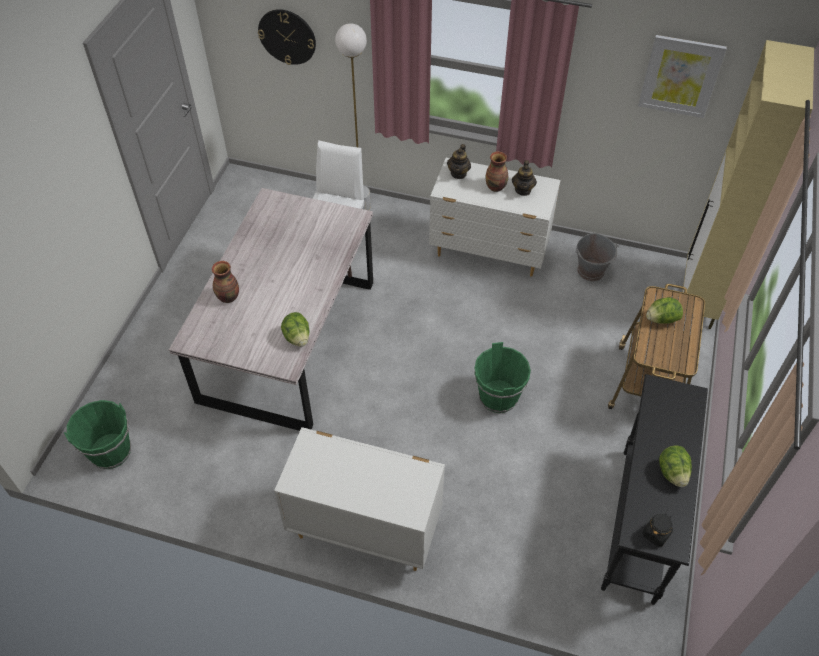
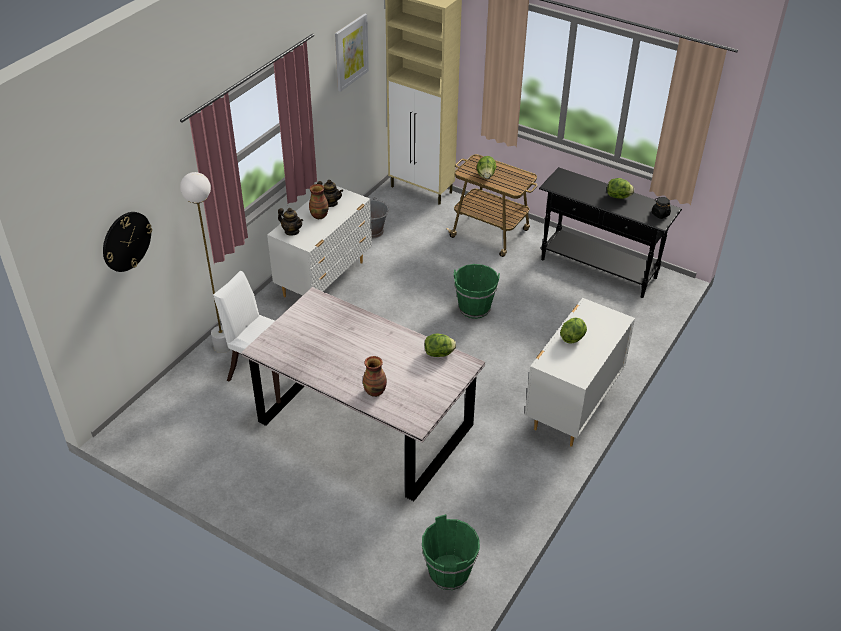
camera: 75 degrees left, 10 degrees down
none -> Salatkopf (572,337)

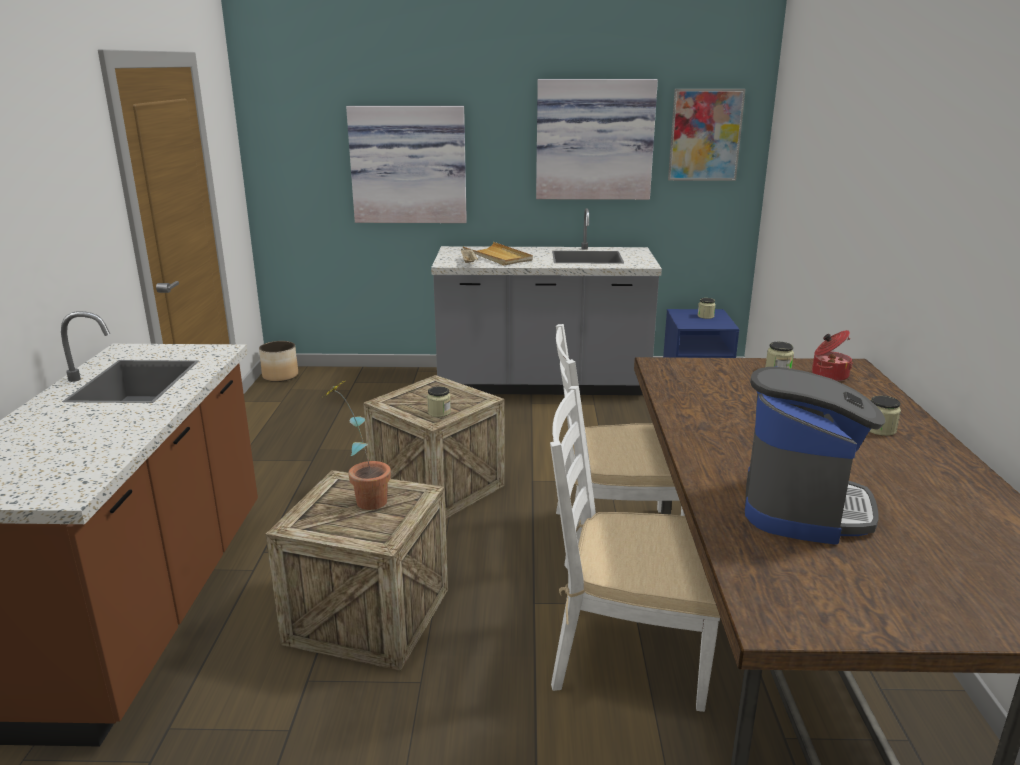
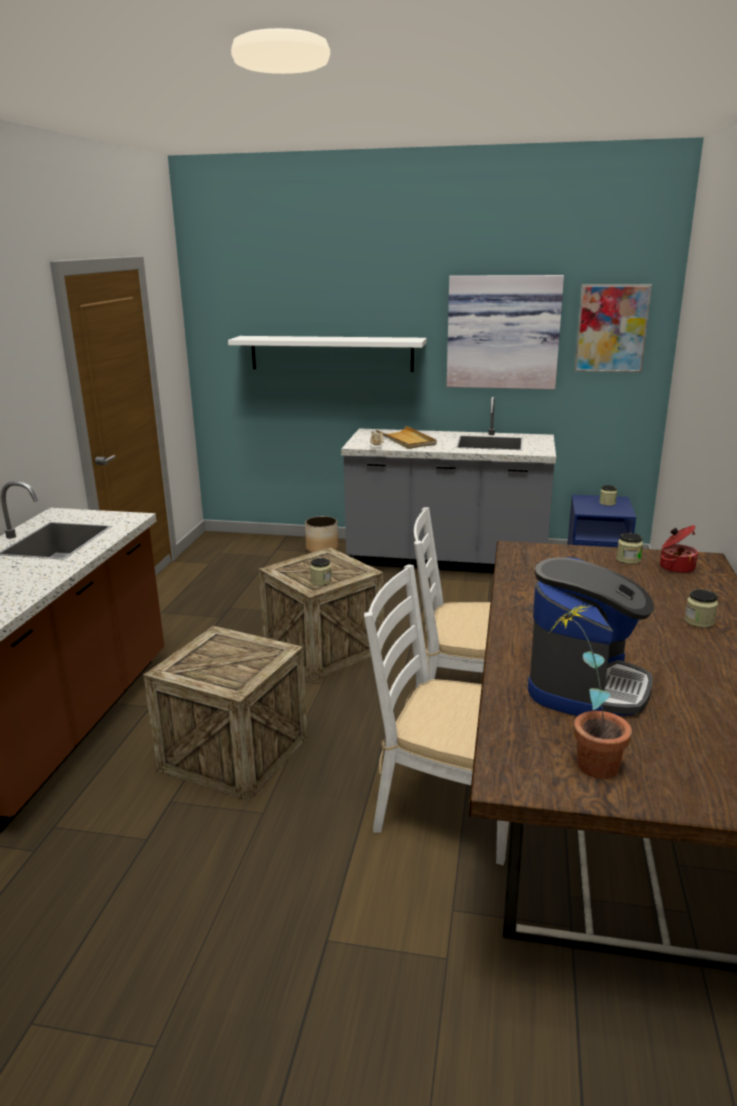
camera: 10 degrees right, 0 degrees up
Pflanzkübel (280,376) -> Pflanzkübel (322,549), moved
Topfpflanze (363,500) -> Topfpflanze (584,761), moved
Bild (409,164) -> Wandregal (weiß) (331,353)

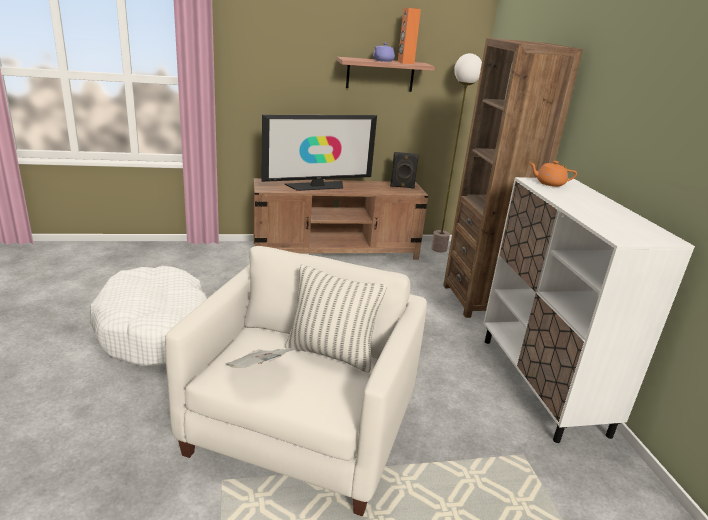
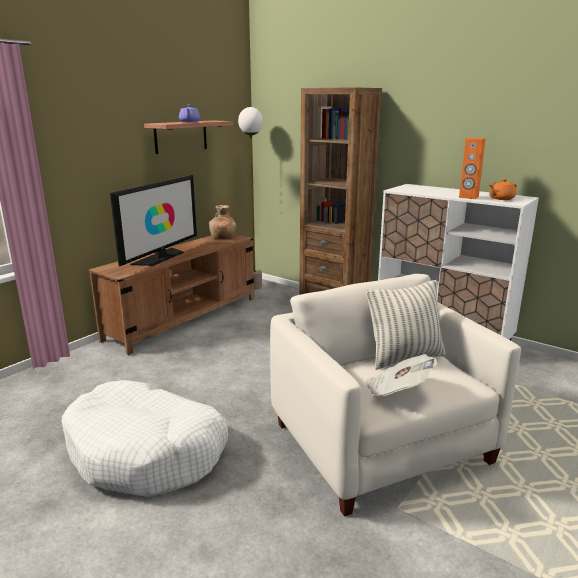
camera: 40 degrees left, 5 degrees down
Lautsprecher (schwarz) (402,187) -> Vase (braun) (223,238)
Lautsprecher (orange) (405,63) -> Lautsprecher (orange) (468,197), moved
Teekanne (orange) (549,183) -> Teekanne (orange) (501,199), moved

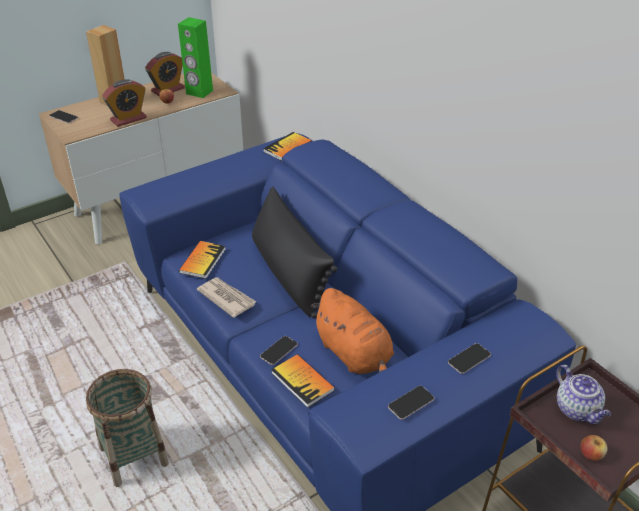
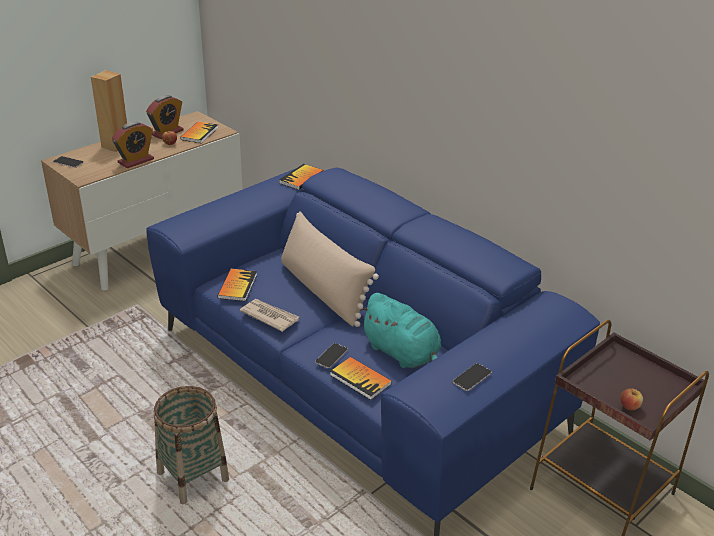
camera: 10 degrees left, 5 degrees down
Lautsprecher (grün) (199,92) -> Buch (199,133)
Kissen (schwarz) (289,273) -> Kissen (beige) (323,291)
Plüschtier (orange) (355,355) -> Plüschtier (türkis) (402,354)
Handy (469,359) -> none
Teekanne (578,410) -> none

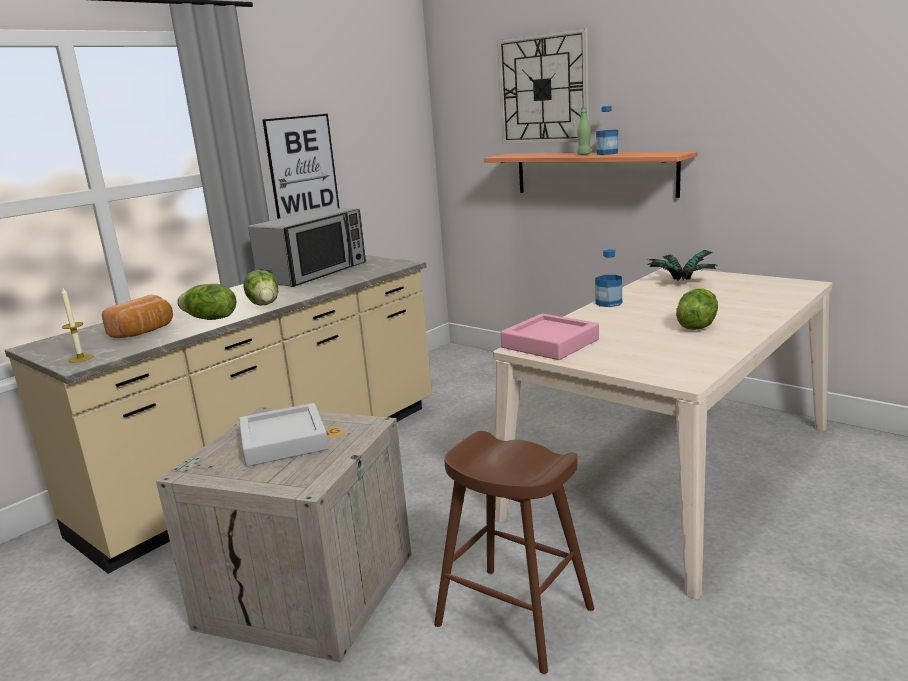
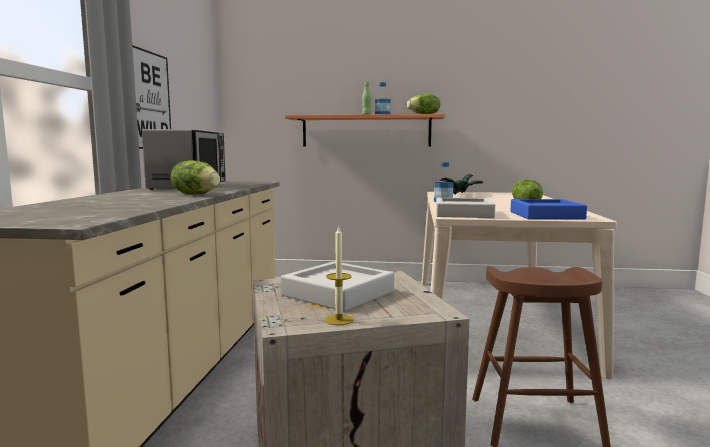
camera: 35 degrees left, 10 degrees down
Kerze (81,358) -> Kerze (339,320), moved
Brot (145,332) -> none
Salatkopf (210,319) -> Salatkopf (424,114), moved
Wanduhr (543,89) -> none
Tablett (rosa) (550,343) -> Tablett (grau) (463,214)
none -> Tablett (blau) (546,215)

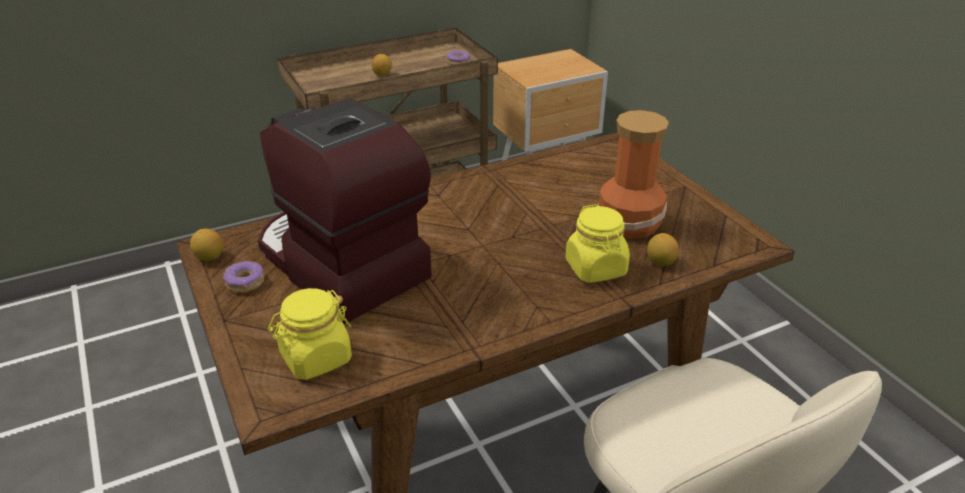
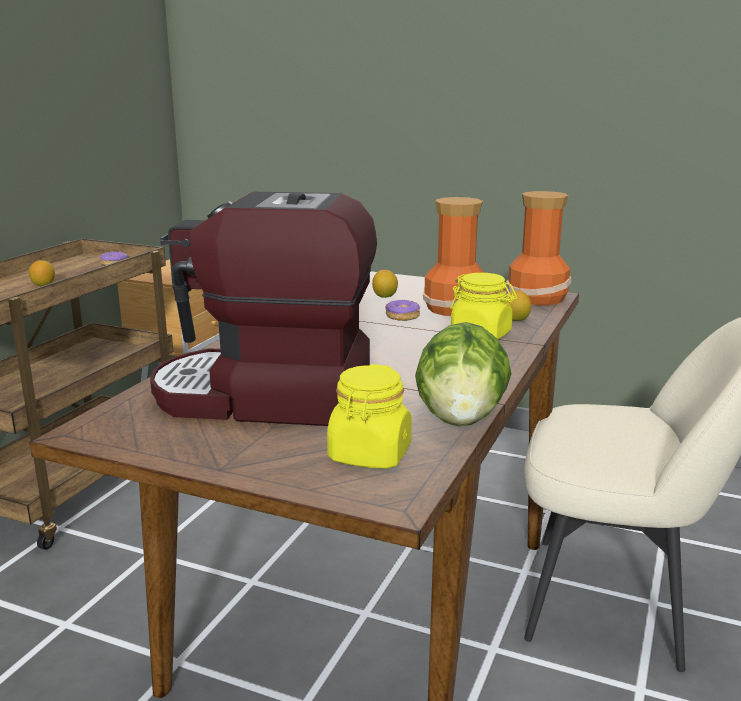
camera: 40 degrees left, 15 degrees down
Zitrone (209,257) -> Zitrone (385,296), moved
Donut (245,283) -> Donut (403,316), moved
none -> Salatkopf (461,418)
none -> Vase (538,298)

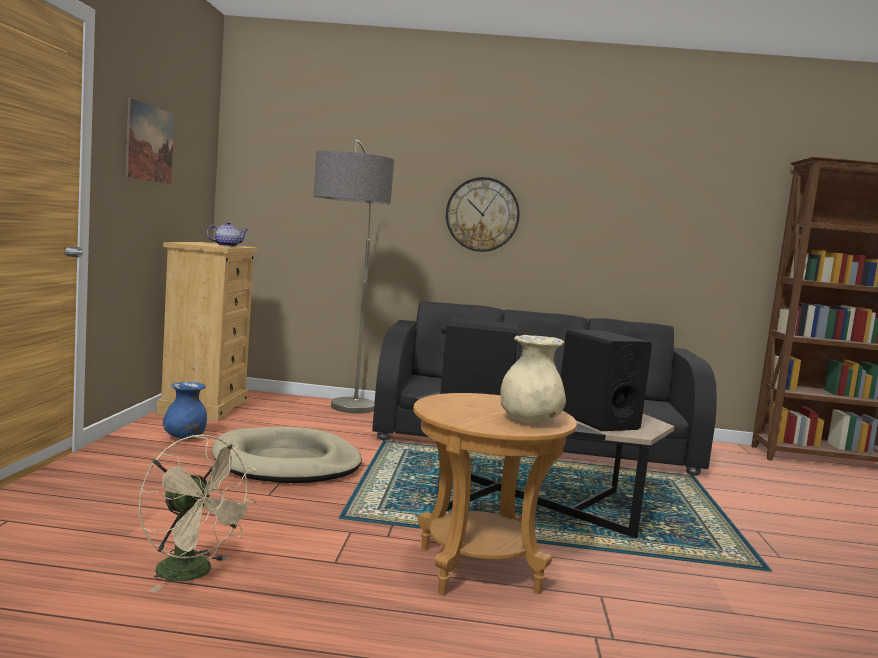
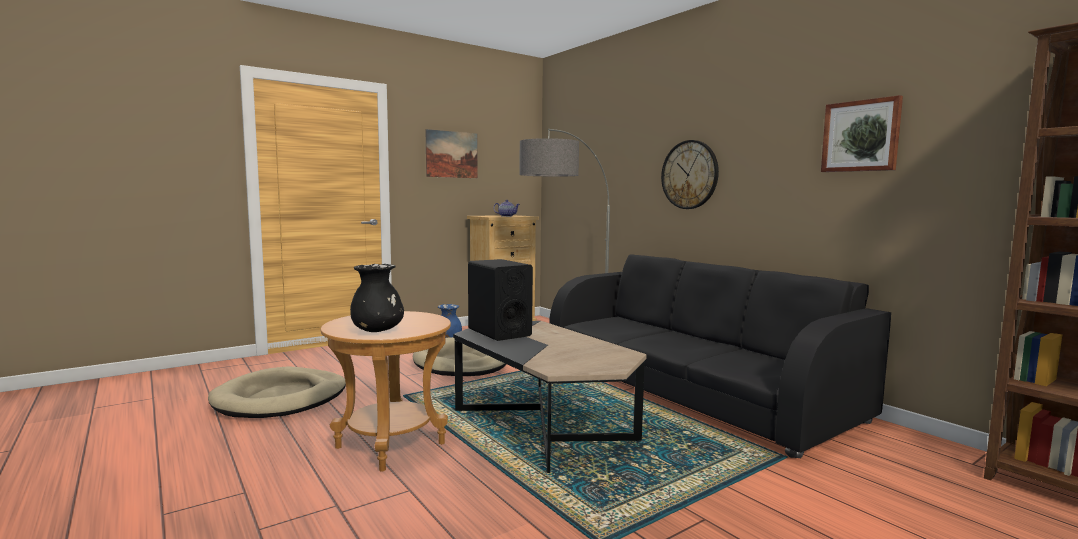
camera: 50 degrees right, 0 degrees up
Ventilator (beige) (193,574) -> Hundebett (beige) (281,398)
Vase (beige) (529,421) -> Vase (schwarz) (377,331)
Lautsprecher (schwarz) (596,420) -> none
none -> Bild (861,136)

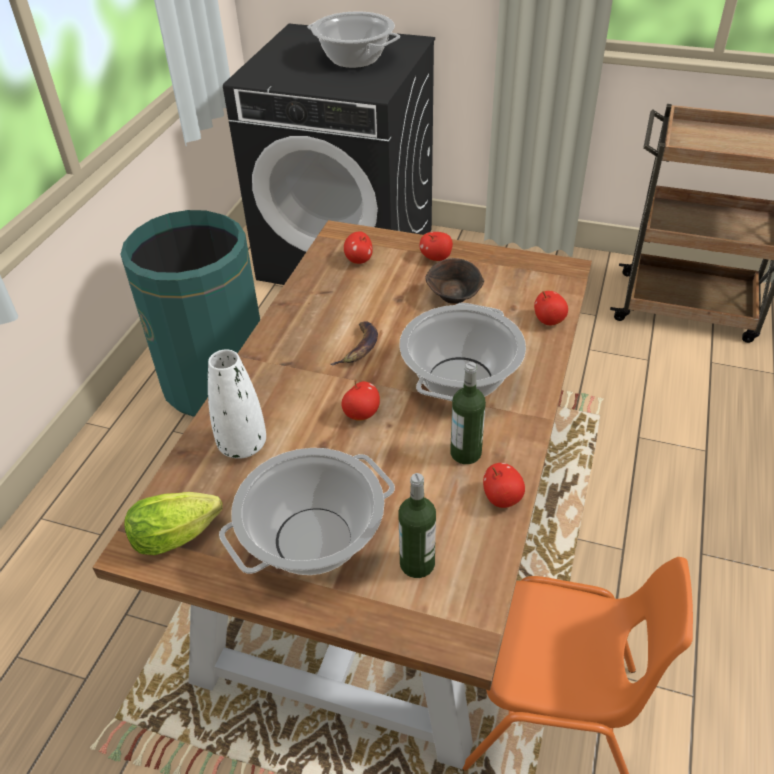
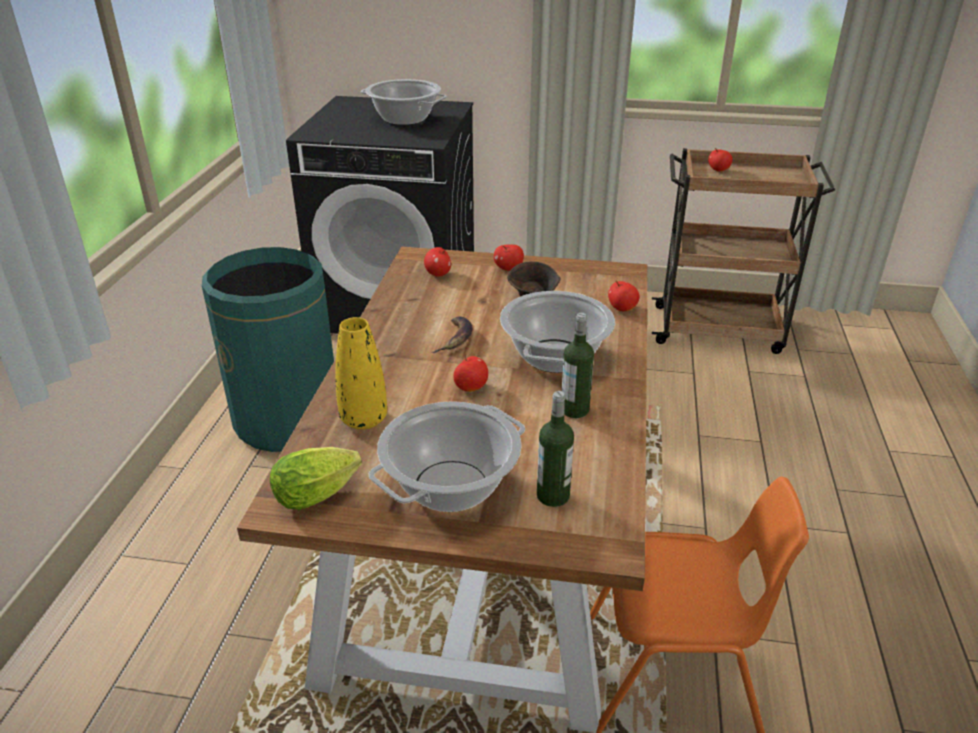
camera: 10 degrees left, 10 degrees down
Vase (weiß) (242,445) -> Vase (gelb) (364,420)
Apfel (502,498) -> Apfel (718,170), moved

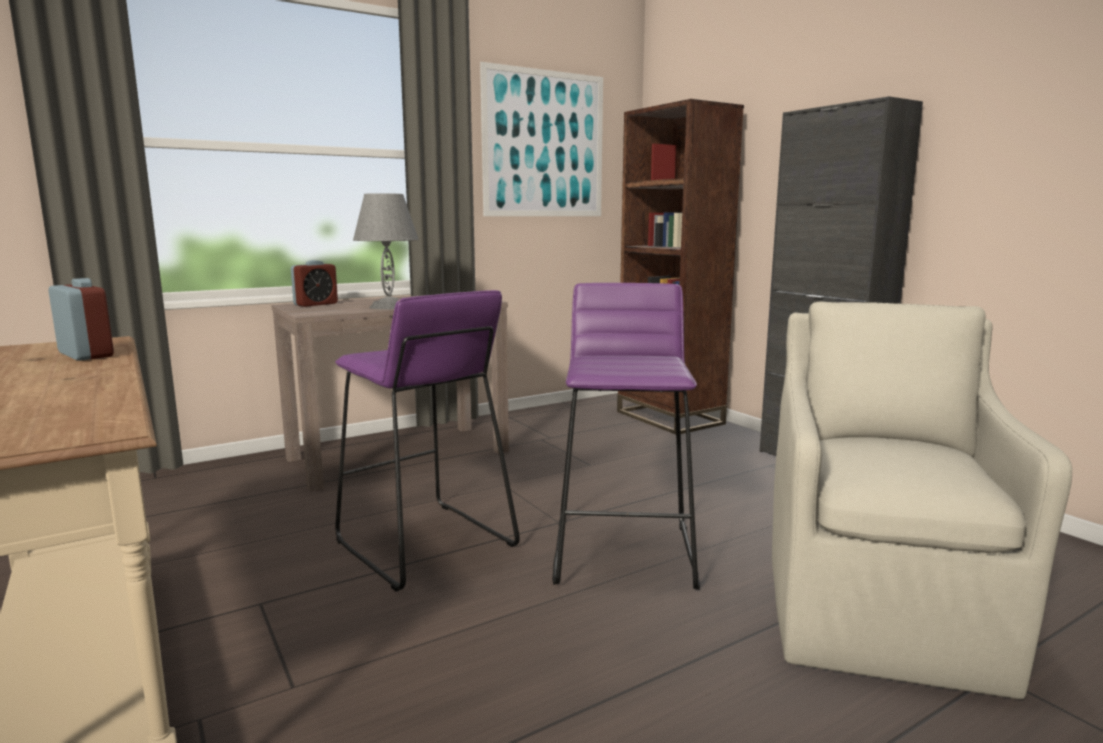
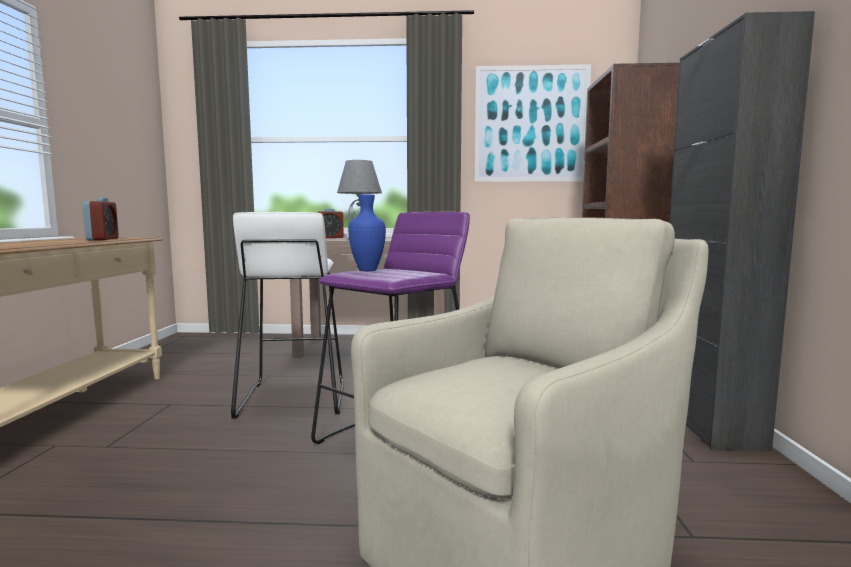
camera: 35 degrees right, 5 degrees down
Hocker (lila) (424,544) -> Hocker (weiß) (292,399)
none -> Vase (blau) (366,270)

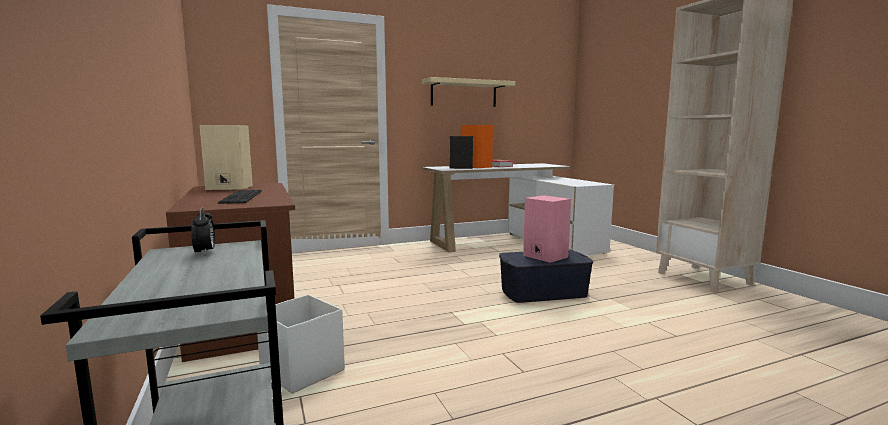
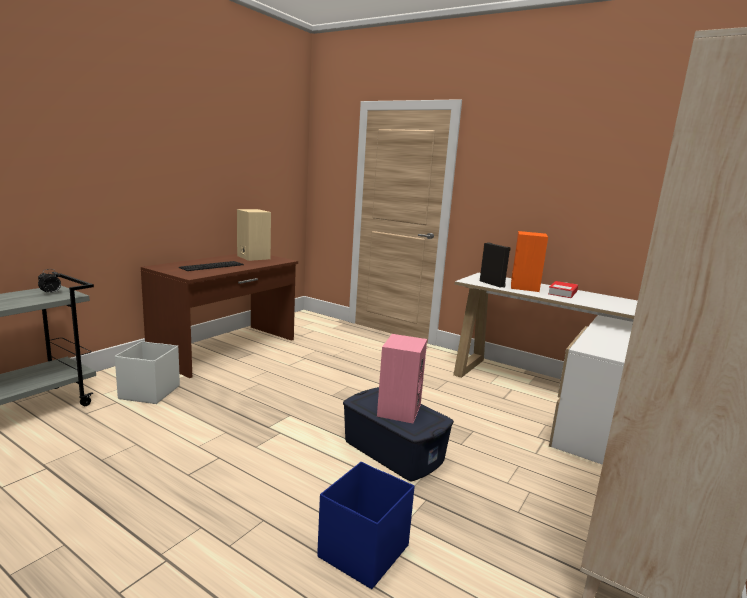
camera: 55 degrees right, 5 degrees up
Wandregal (beige) (464,94) -> none
none -> Aufbewahrungsbox (blau) (362,552)

